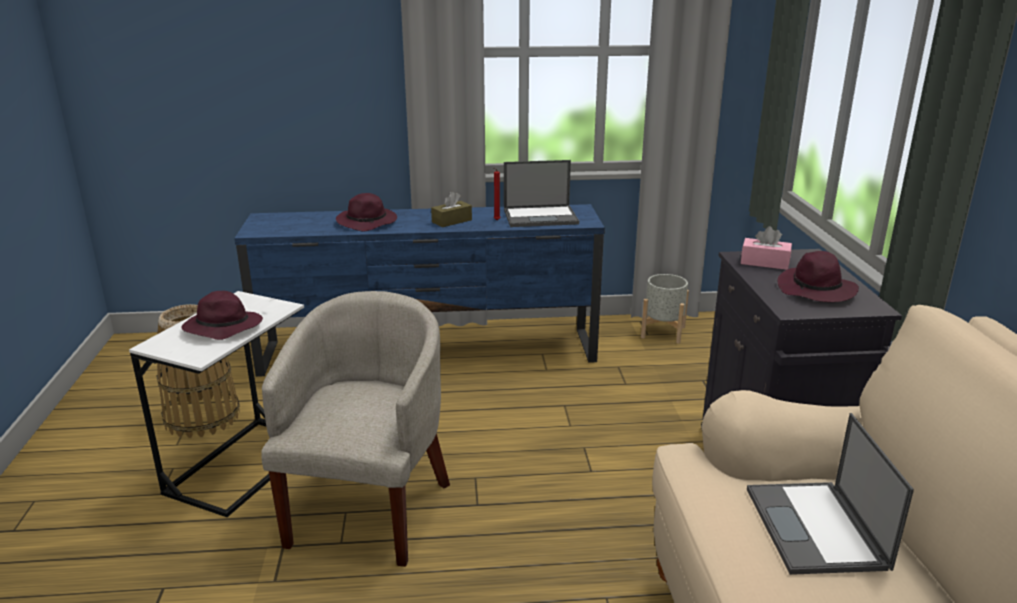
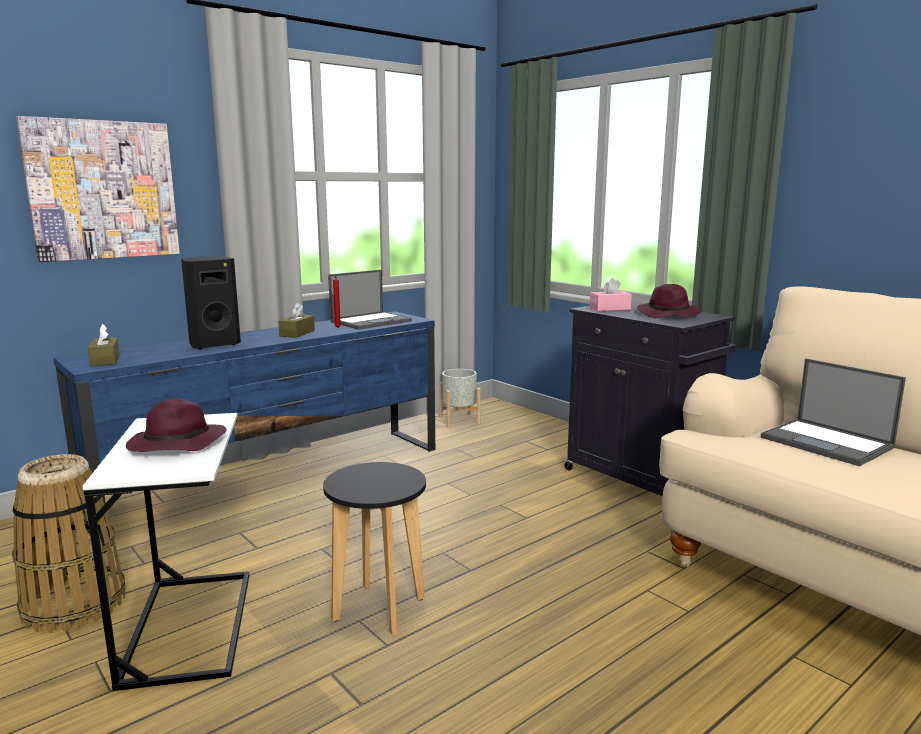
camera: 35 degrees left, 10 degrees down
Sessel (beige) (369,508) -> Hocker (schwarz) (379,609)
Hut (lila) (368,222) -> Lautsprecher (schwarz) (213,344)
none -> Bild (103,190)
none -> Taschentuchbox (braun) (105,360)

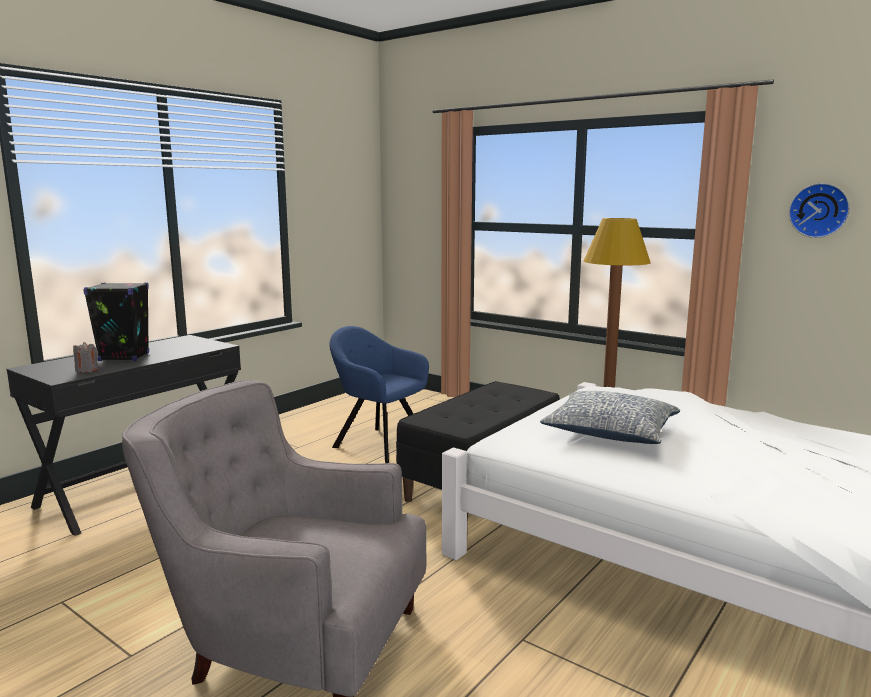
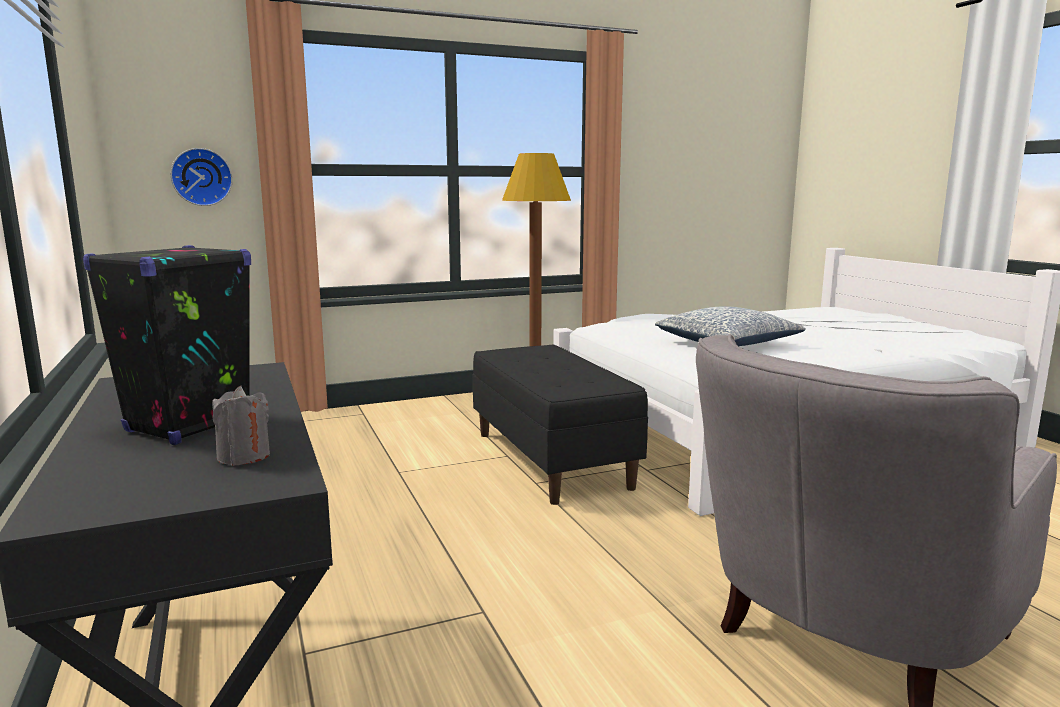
camera: 60 degrees left, 0 degrees up
Sessel (blau) (378,443) -> none
Wanduhr (819,210) -> Wanduhr (202,177), moved

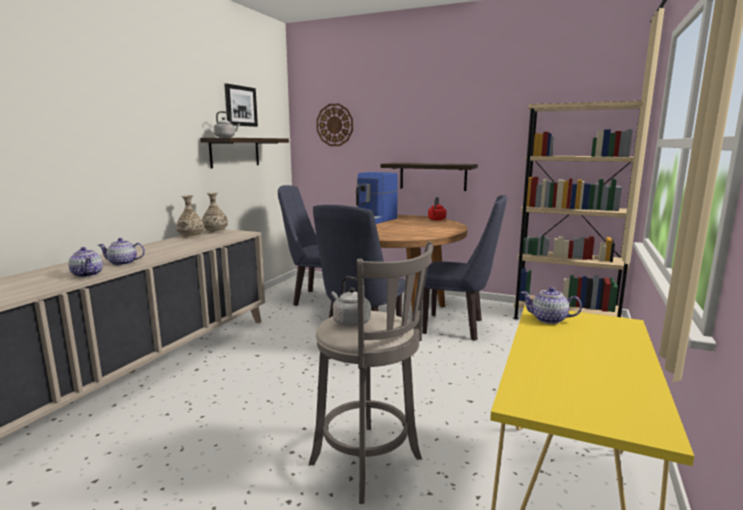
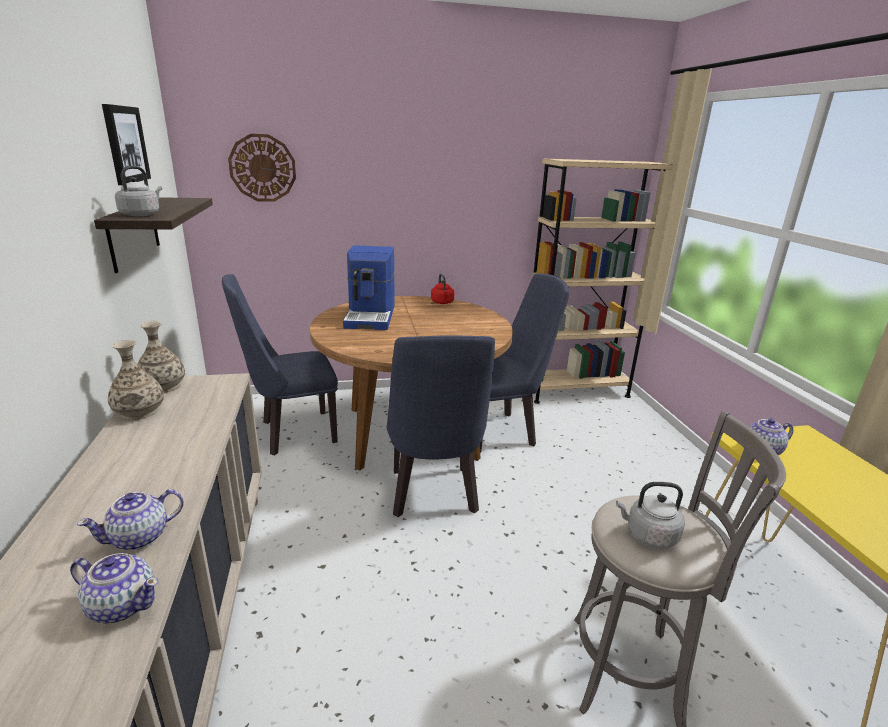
camera: 35 degrees left, 10 degrees up
Wandregal (432,176) -> none

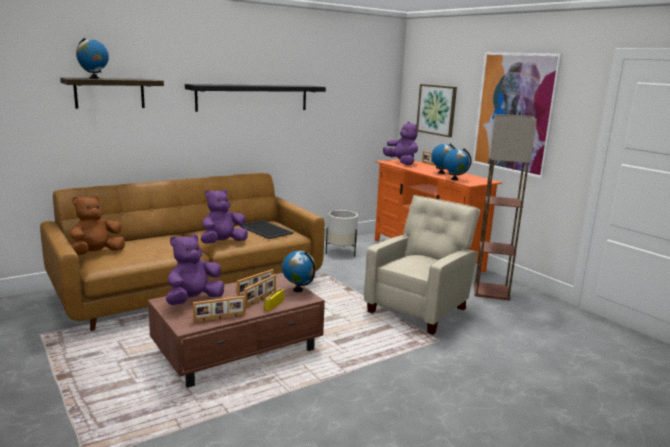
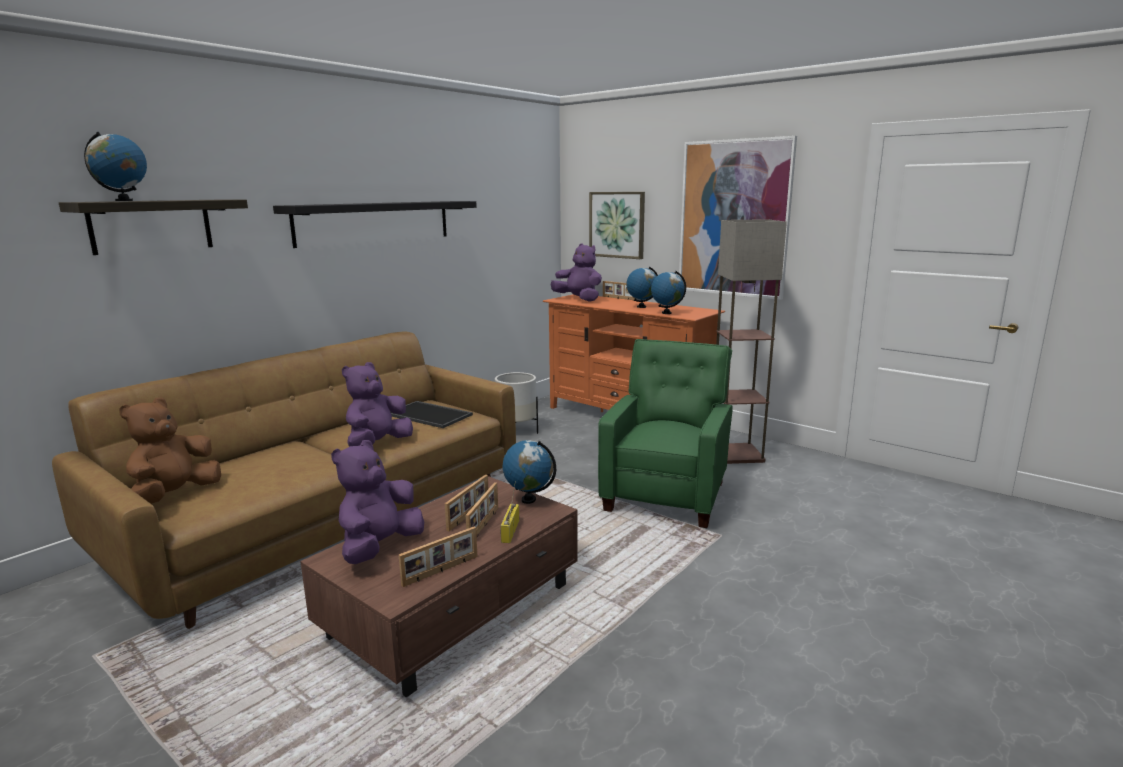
camera: 15 degrees left, 0 degrees up
Sessel (beige) (419,309) -> Sessel (grün) (667,494)

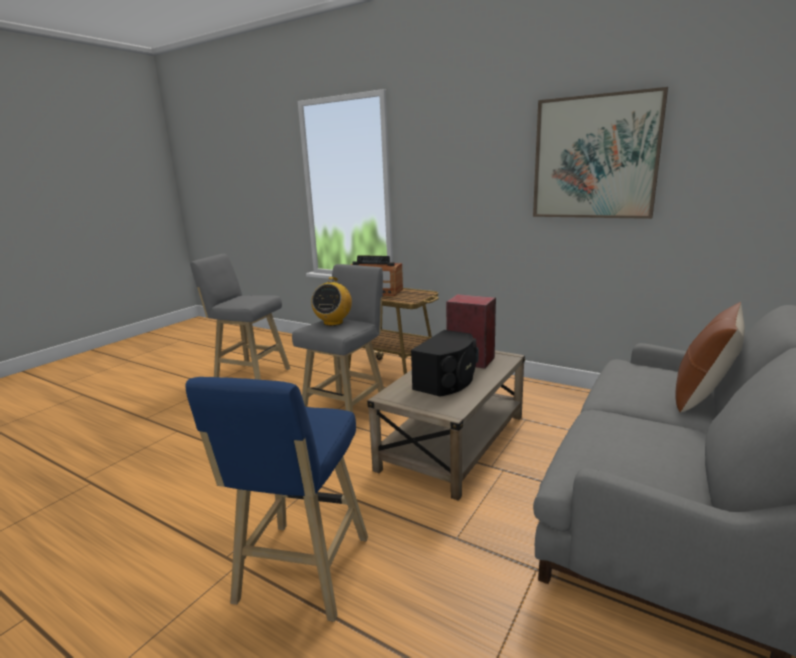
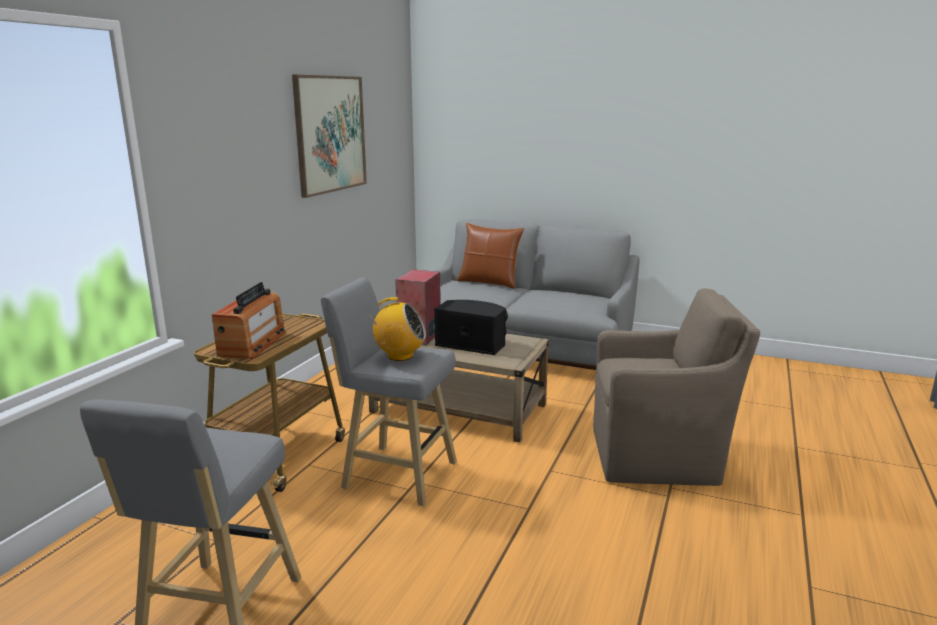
camera: 100 degrees left, 0 degrees up
Hocker (blau) (301,574) -> Sessel (braun) (658,457)

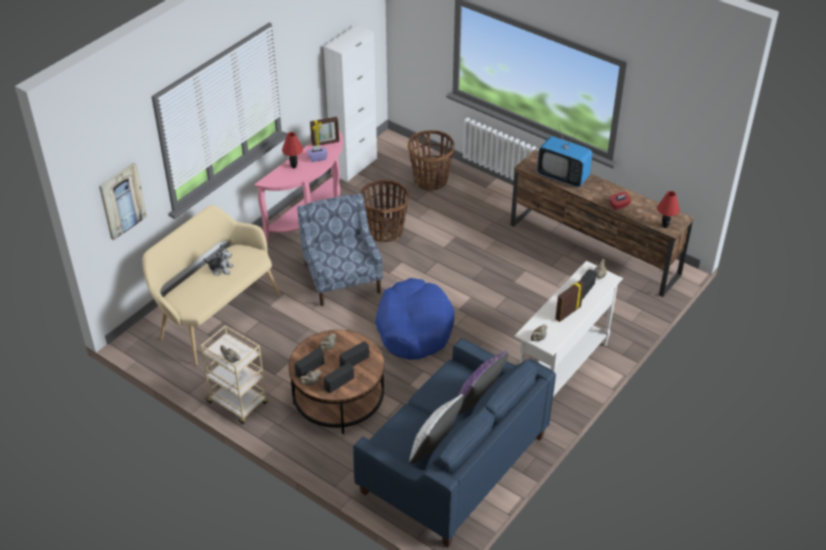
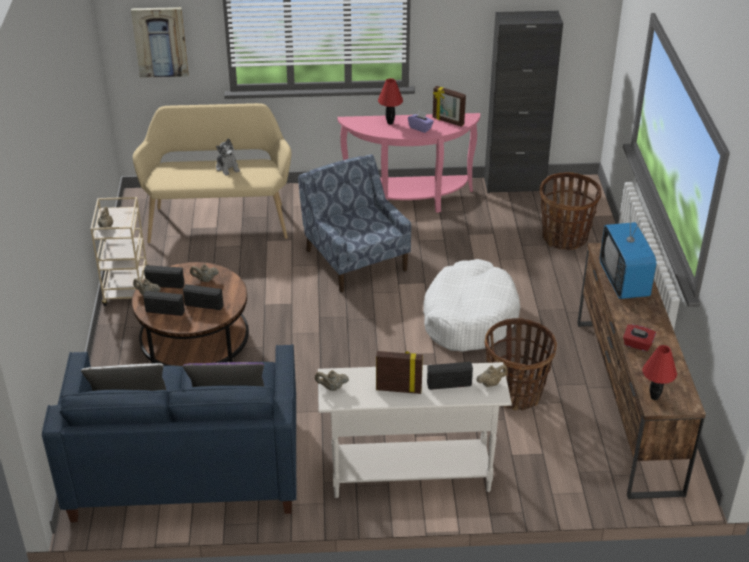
camera: 50 degrees right, 5 degrees down
Sessel (blau) (342,277) -> Sessel (blau) (355,259), 60 degrees counterclockwise
Schrank (weiß) (354,166) -> Schrank (schwarz) (514,185)
Korb (385,231) -> Korb (515,393), moved
Hundebett (blau) (414,328) -> none
none -> Hundebett (weiß) (469,317)

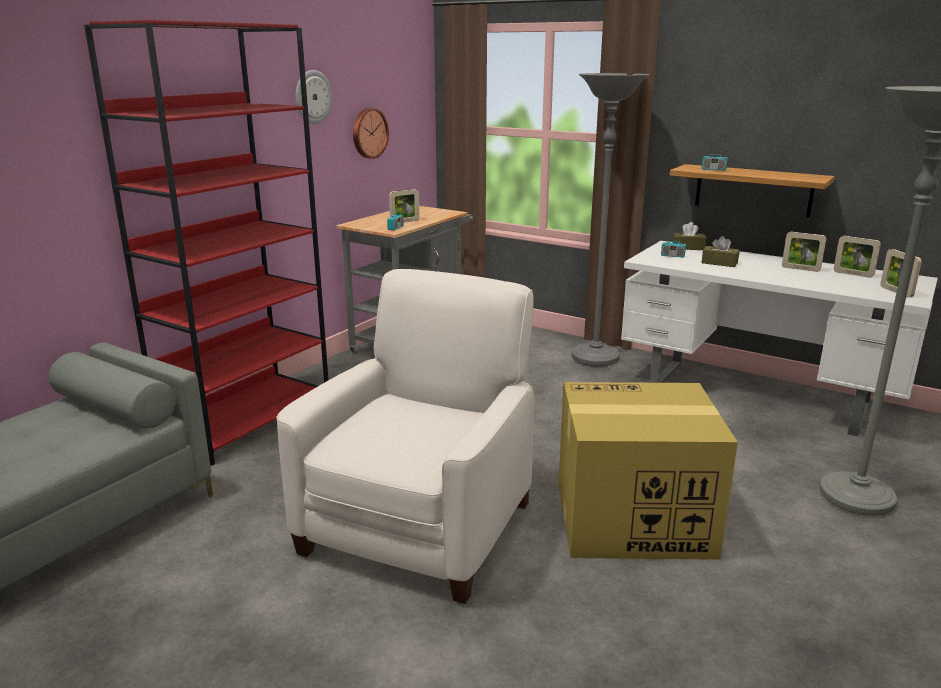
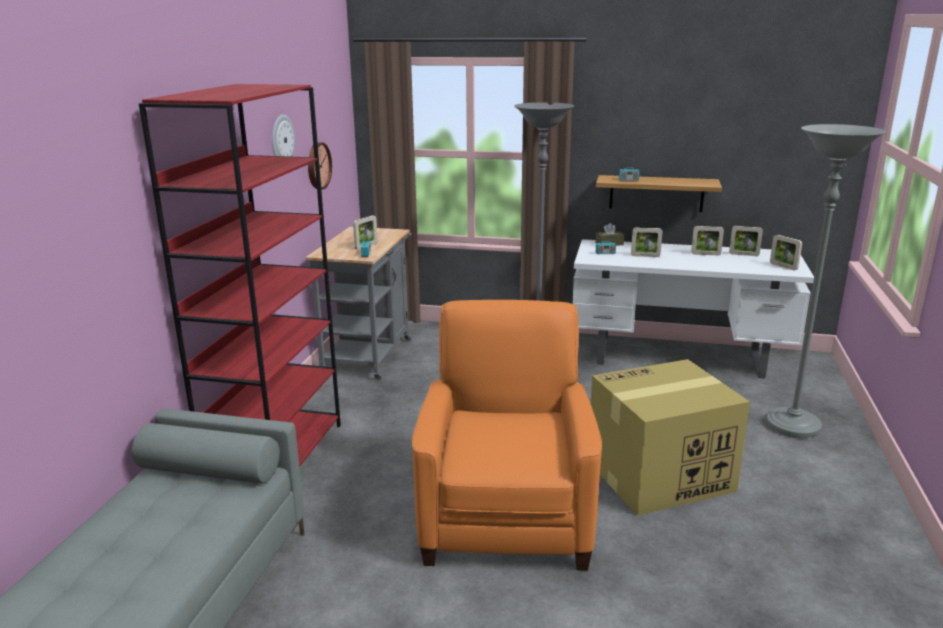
camera: 20 degrees left, 0 degrees up
Sessel (weiß) (420,525) -> Sessel (orange) (506,517)
Taschentuchbox (braun) (719,263) -> Bilderrahmen (645,256)

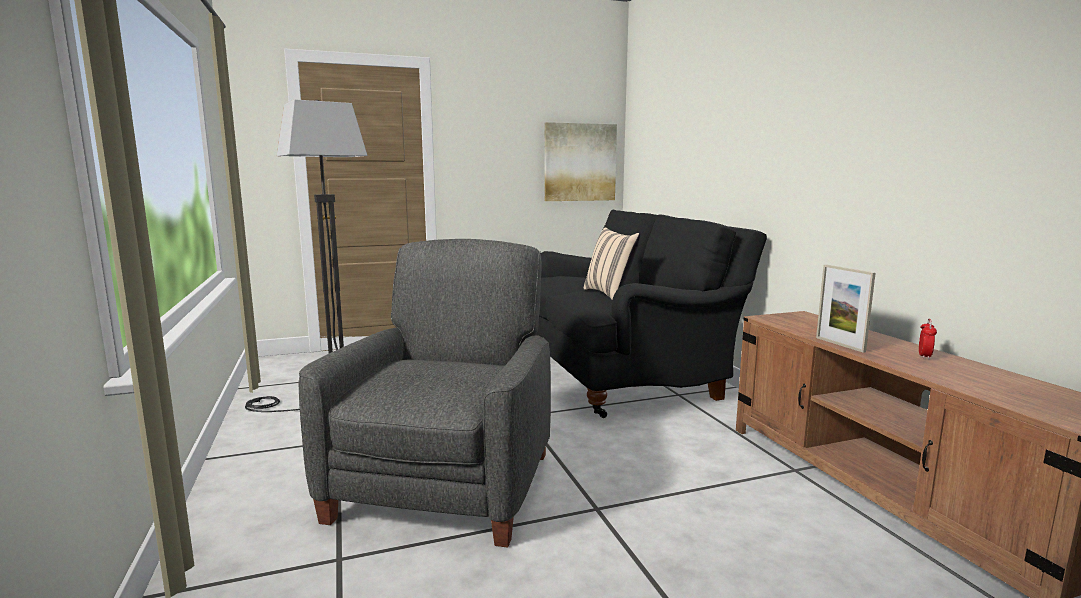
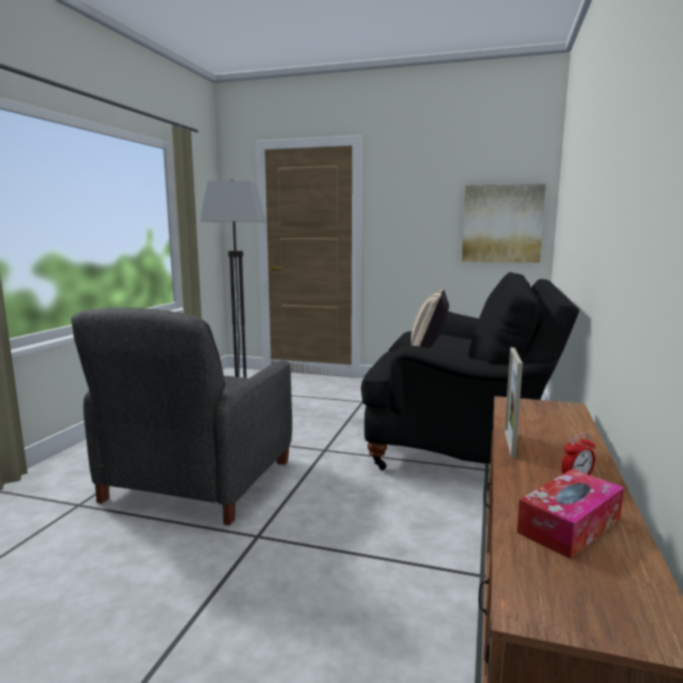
camera: 35 degrees right, 0 degrees up
Sessel (grau) (446,484) -> Sessel (grau) (198,481), 150 degrees clockwise
none -> Taschentuchbox (569,525)

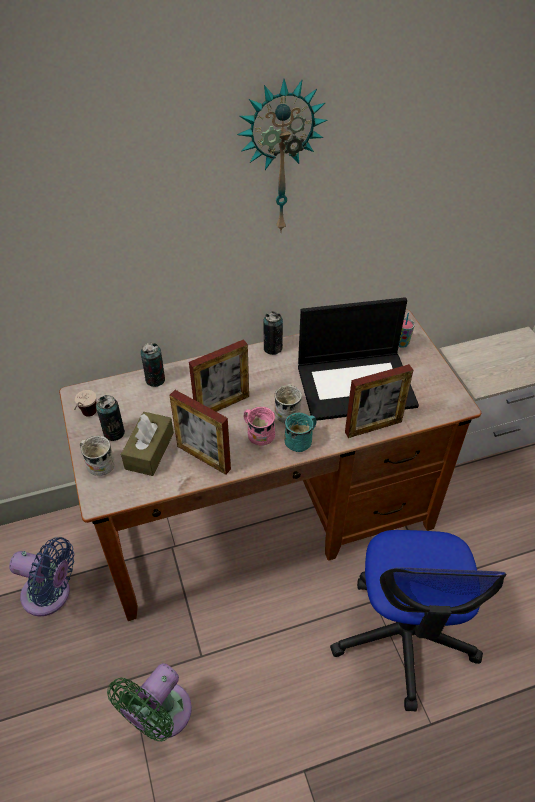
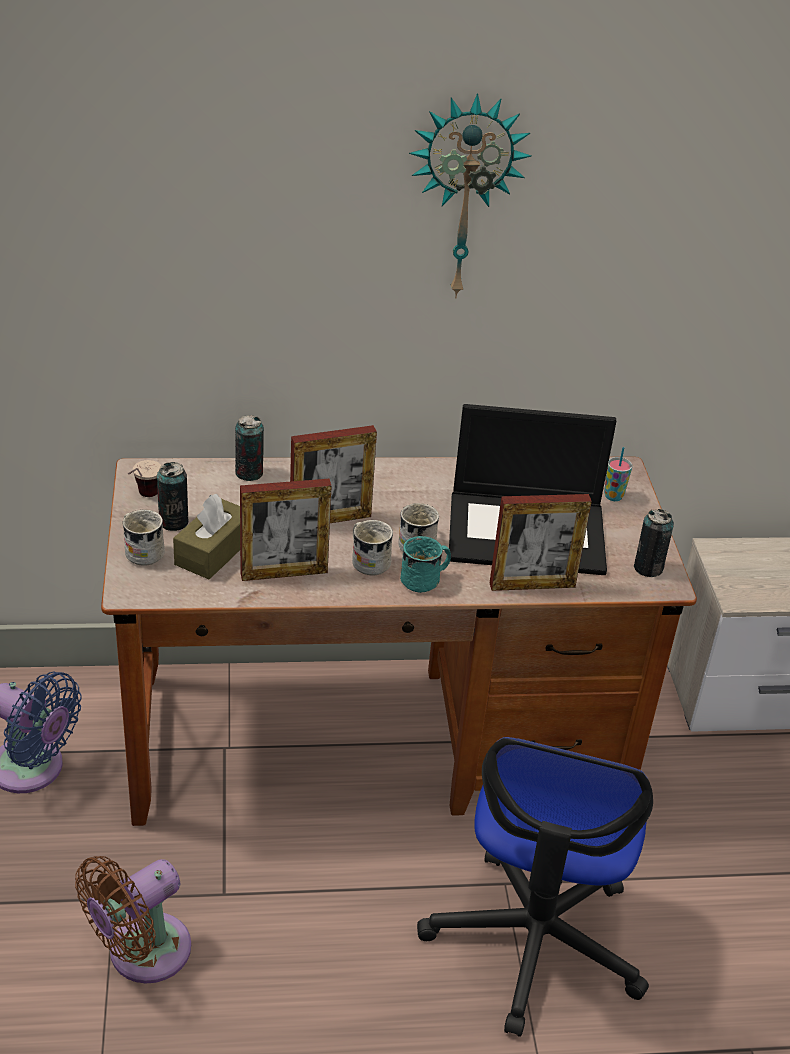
camera: 10 degrees right, 10 degrees down
Ventilator (grün) (160,716) -> Ventilator (braun) (142,953)
Bilderrahmen (203,457) -> Bilderrahmen (284,573), 60 degrees counterclockwise
Henkelbecher (rosa) (258,433) -> Henkelbecher (weiß) (368,560)
Dose (273,348) -> Dose (648,568), moved

